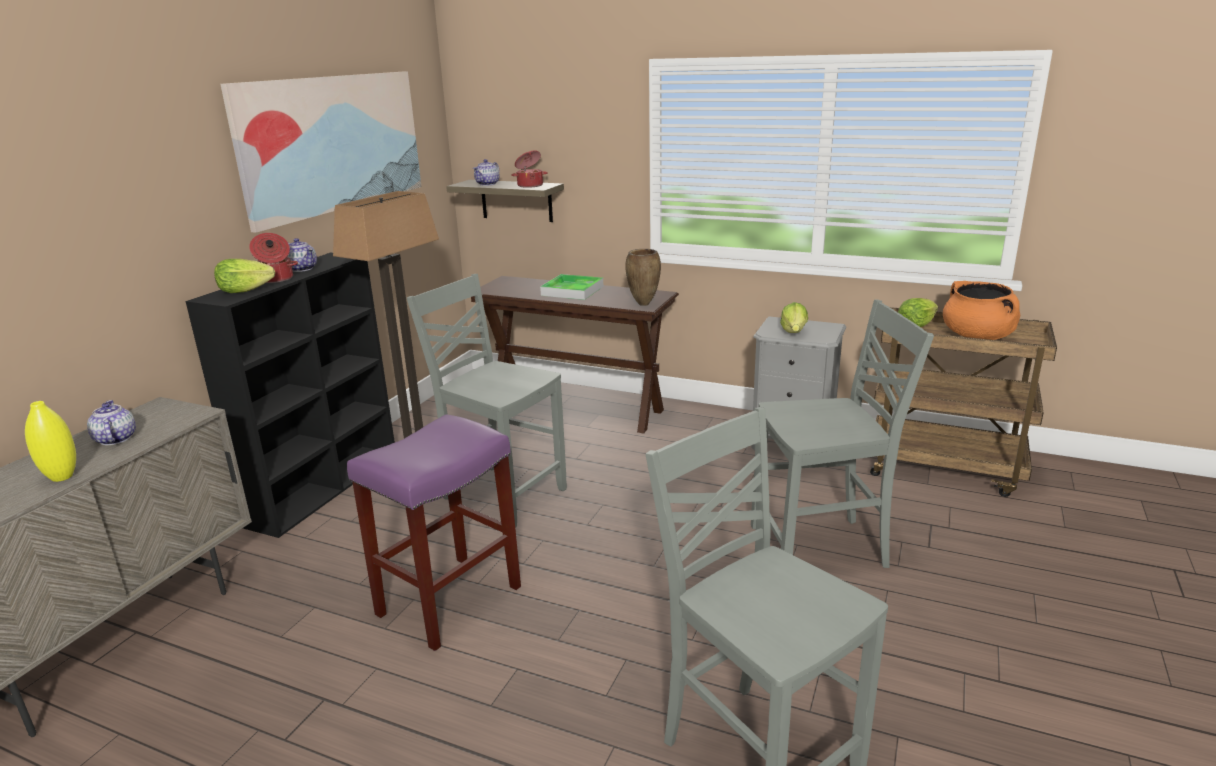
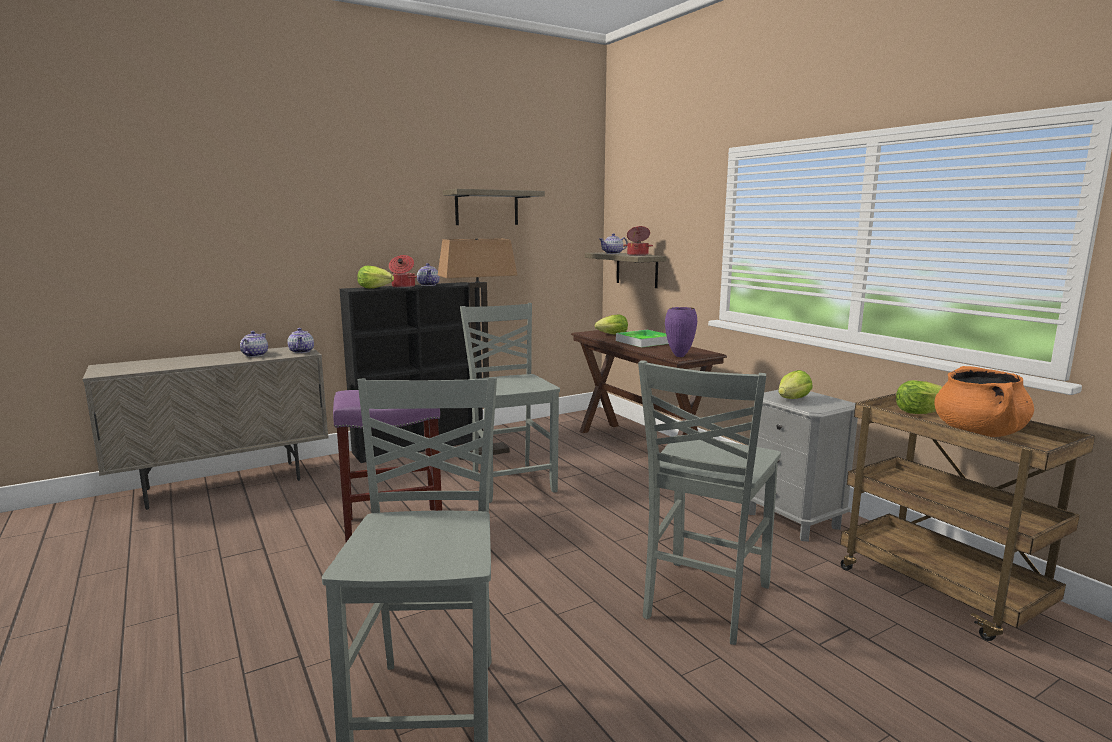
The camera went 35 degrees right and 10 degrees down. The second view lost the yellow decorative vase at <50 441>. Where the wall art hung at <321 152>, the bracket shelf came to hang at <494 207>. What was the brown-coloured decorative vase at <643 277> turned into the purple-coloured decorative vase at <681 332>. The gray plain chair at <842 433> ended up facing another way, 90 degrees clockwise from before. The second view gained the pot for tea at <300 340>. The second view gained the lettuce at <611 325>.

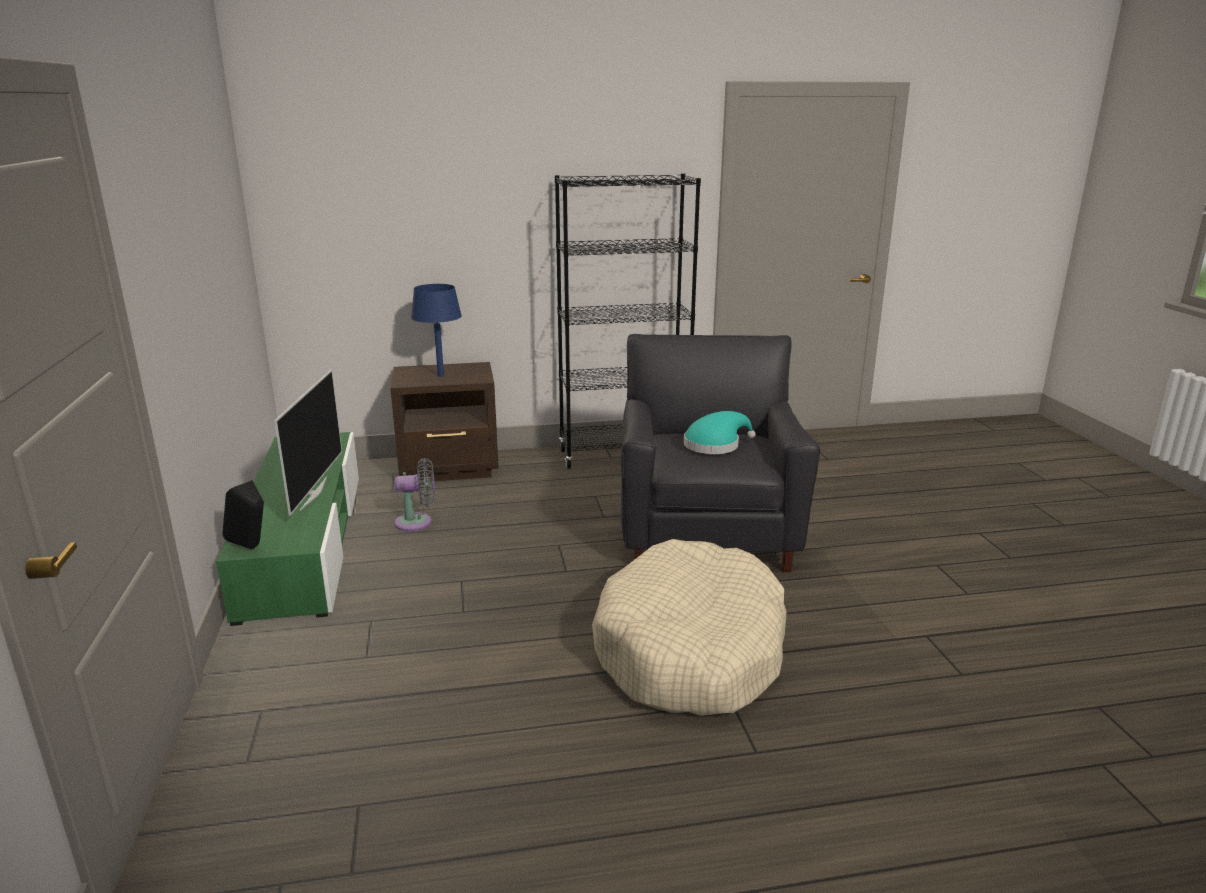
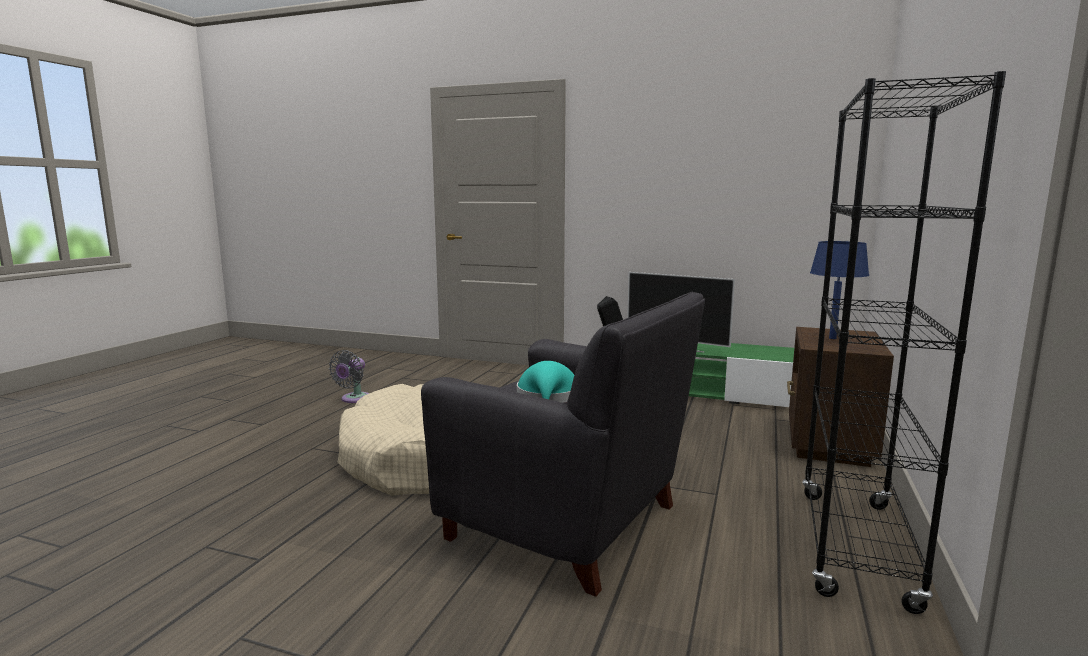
The camera went 120 degrees right and 10 degrees down. The gray electric fan ended up elsewhere, having gone from <414 494> to <349 376>.

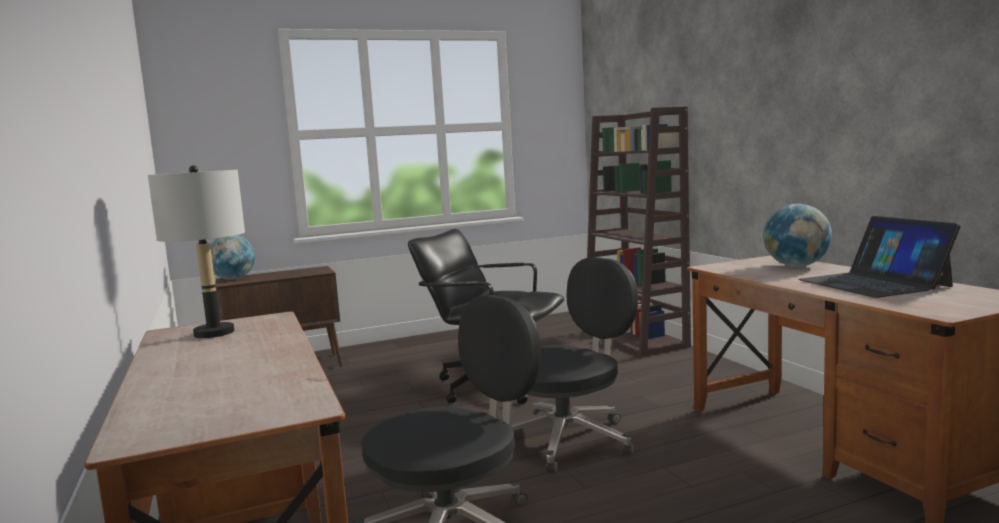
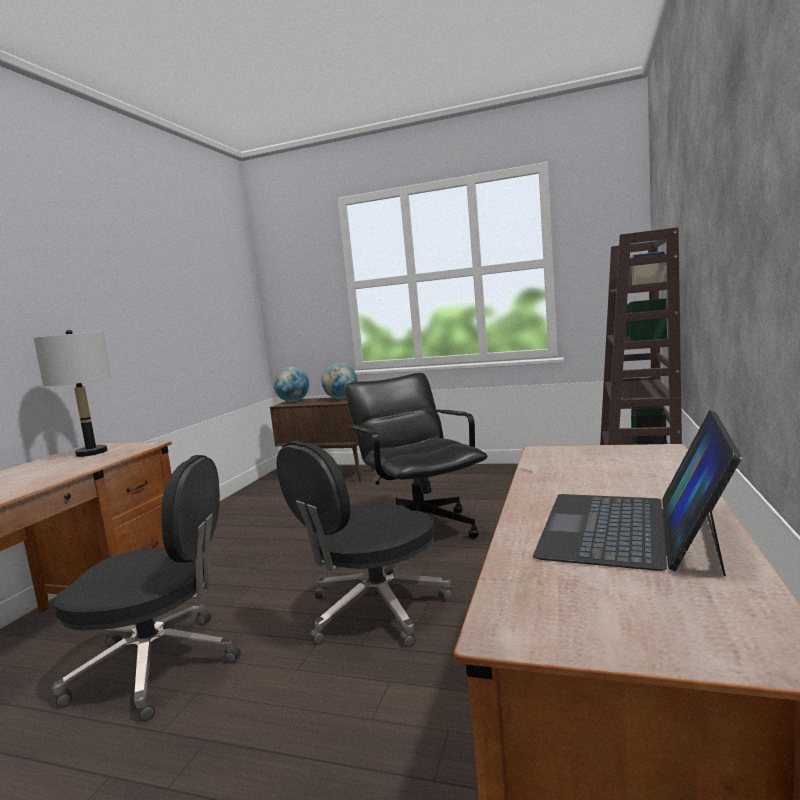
The camera went 40 degrees right and 0 degrees up. The blackish office chair at <575 365> ended up facing another way, 135 degrees clockwise from before. The world globe ended up elsewhere, having gone from <797 235> to <340 381>.

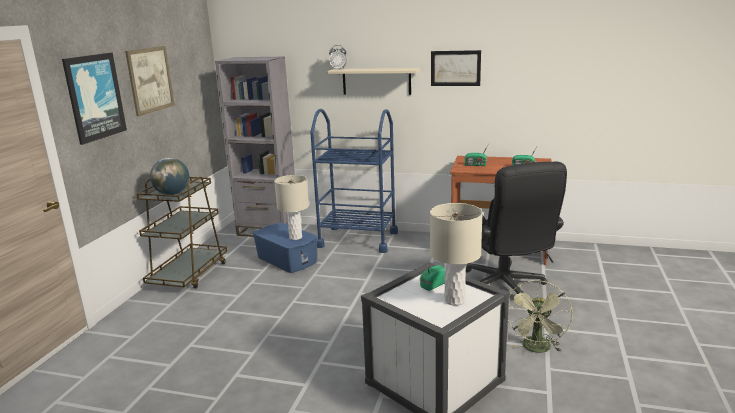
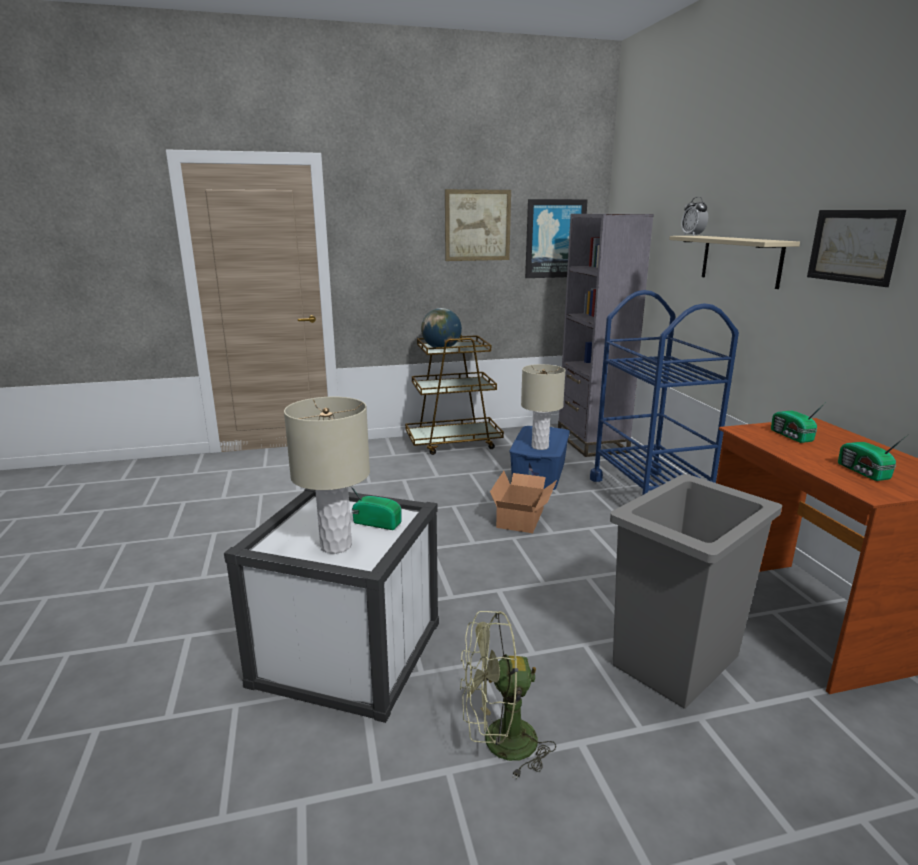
The camera went 60 degrees right and 0 degrees up. The wall art ended up elsewhere, having gone from <94 99> to <556 238>. Where the blackish office chair stood at <516 228>, the gray rubbish bin came to stand at <696 591>. The second view gained the packing box at <523 502>.

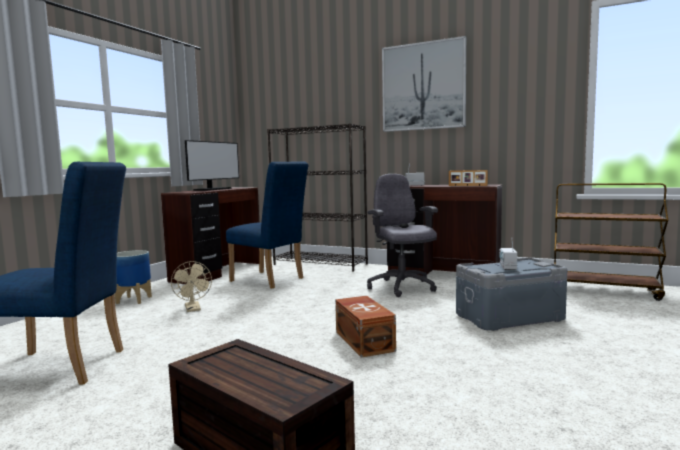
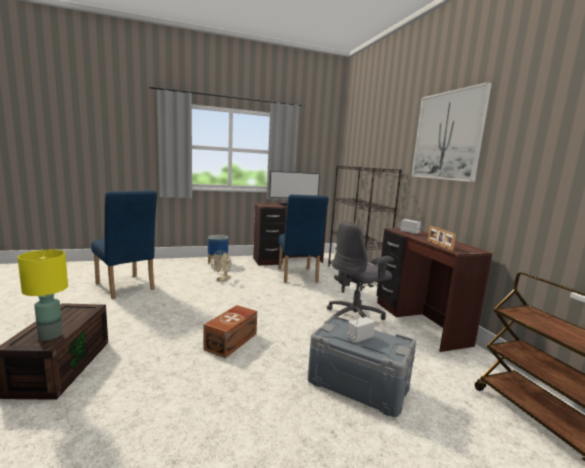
The camera went 45 degrees right and 5 degrees up. The gray office chair at <402 235> ended up facing another way, 150 degrees counterclockwise from before. The second view gained the yellow lamp for a table at <42 295>.

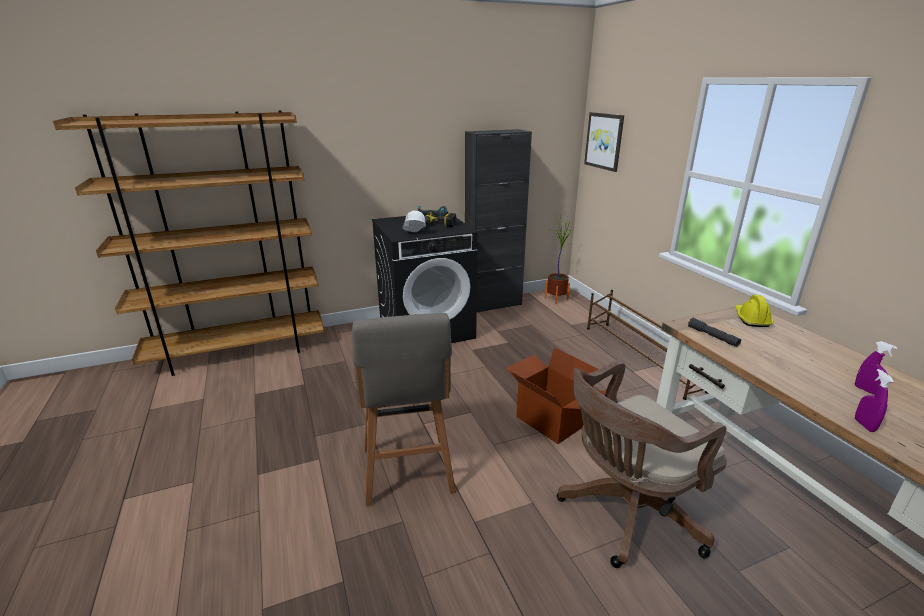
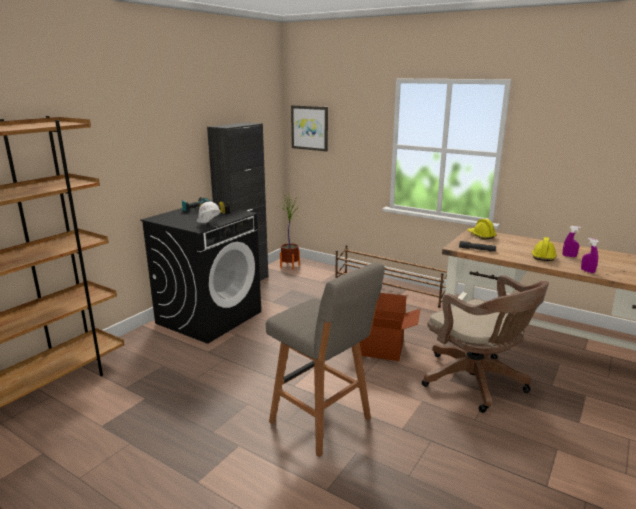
The camera went 35 degrees left and 5 degrees down. The brown-coloured office chair at <642 464> ended up facing another way, 60 degrees counterclockwise from before. The second view gained the yellow hard hat at <544 249>.

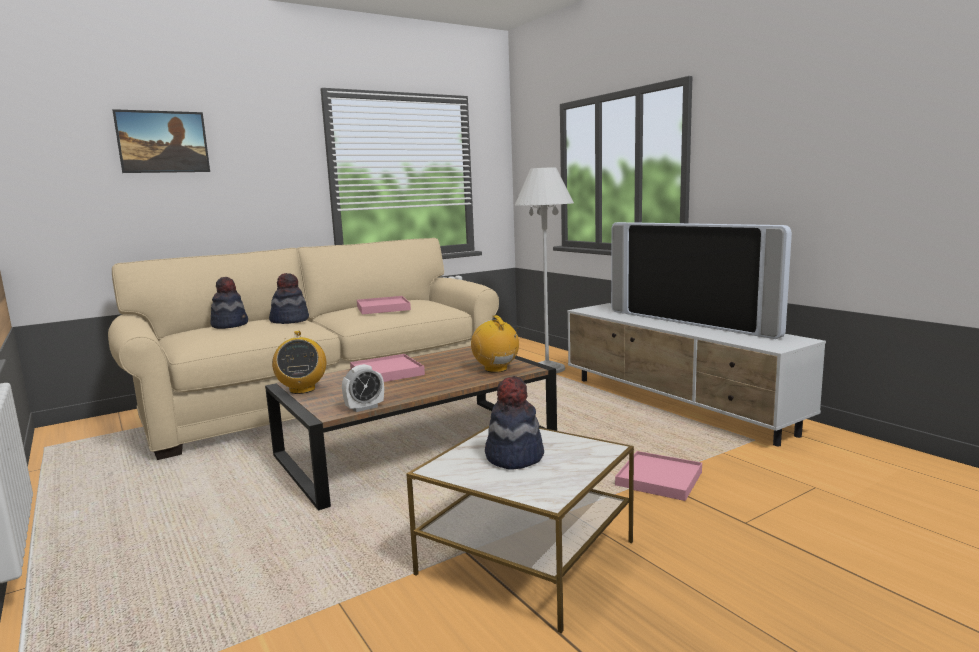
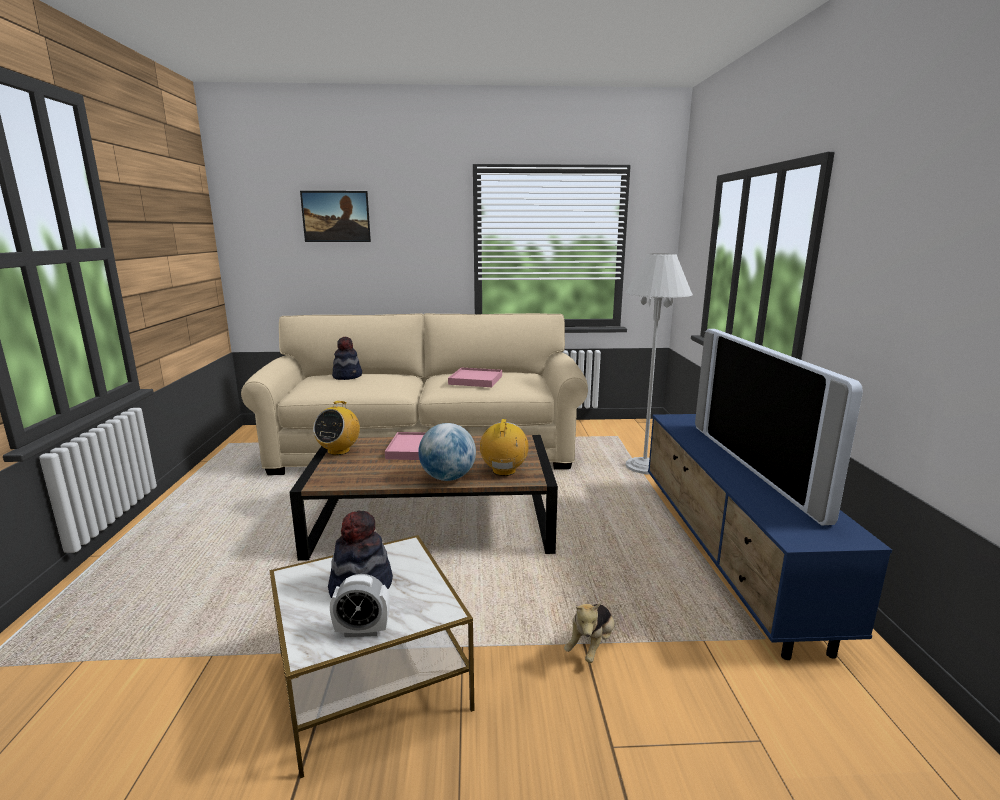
The camera went 30 degrees right and 5 degrees up. The second view lost the wearable hat at <289 298>. The bedside clock ended up elsewhere, having gone from <363 388> to <360 605>. What was the white media console at <696 374> turned into the blue media console at <770 537>. Where the pink tray stood at <658 476>, the soft toy came to stand at <589 633>. The second view gained the world globe at <447 452>.

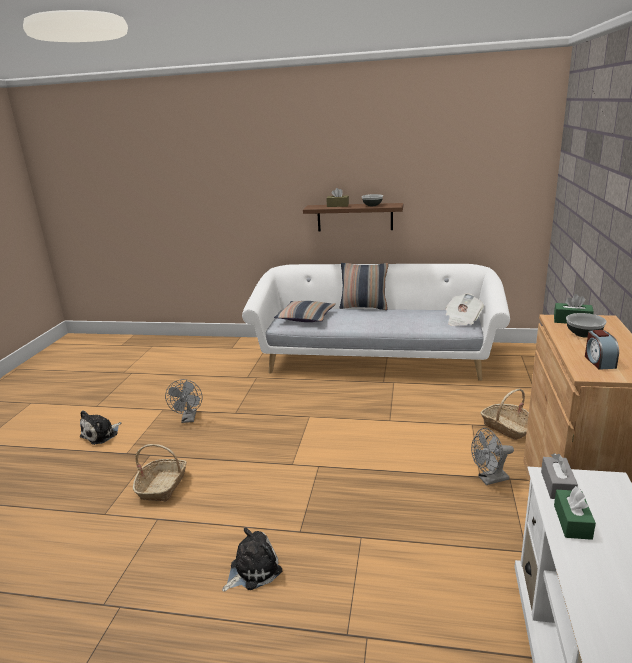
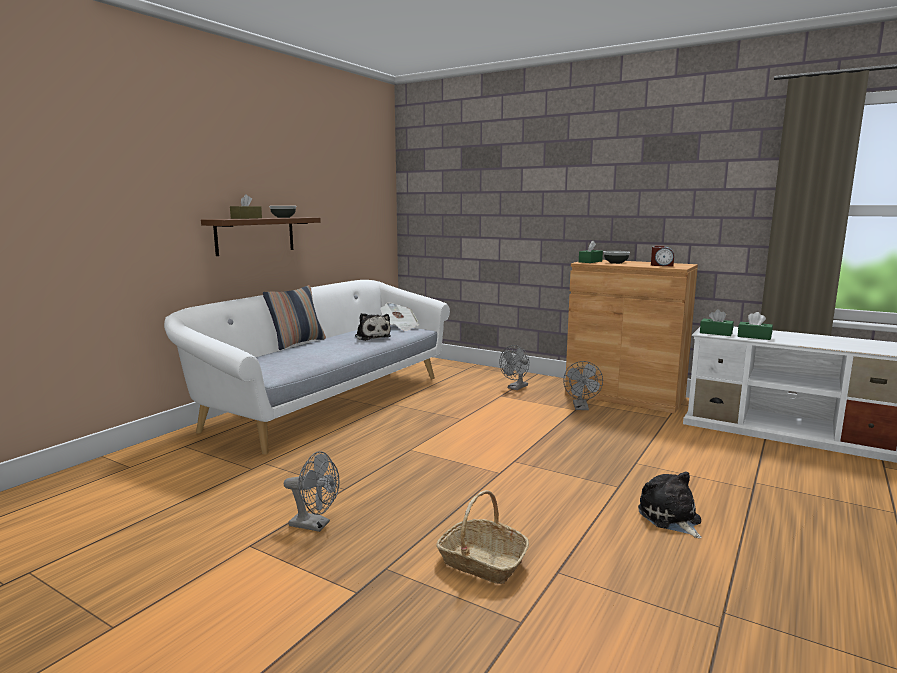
The camera went 70 degrees left and 10 degrees down. The soft toy ended up elsewhere, having gone from <100 427> to <373 327>. The second view lost the pillow at <305 311>. Where the basket stood at <504 414>, the gray electric fan came to stand at <514 367>. What was the gray tissue holder at <559 476> turned into the green tissue holder at <717 322>.

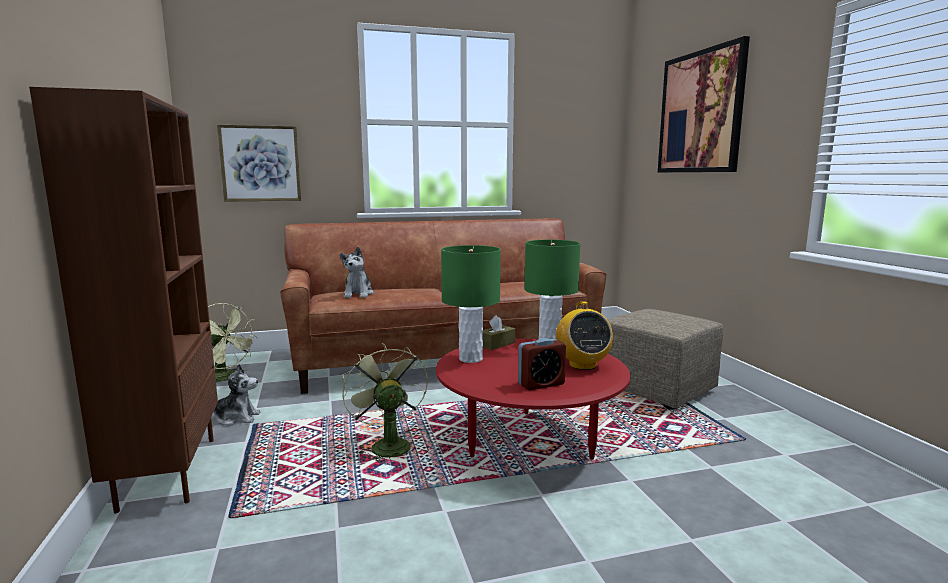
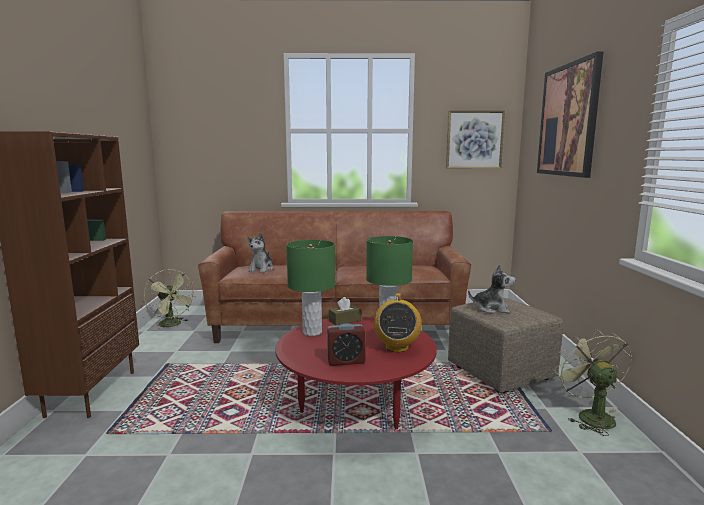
The camera went 15 degrees right and 0 degrees up. The soft toy ended up elsewhere, having gone from <236 395> to <492 289>. The wall art ended up elsewhere, having gone from <259 163> to <475 139>. The green electric fan ended up elsewhere, having gone from <385 404> to <593 382>.

